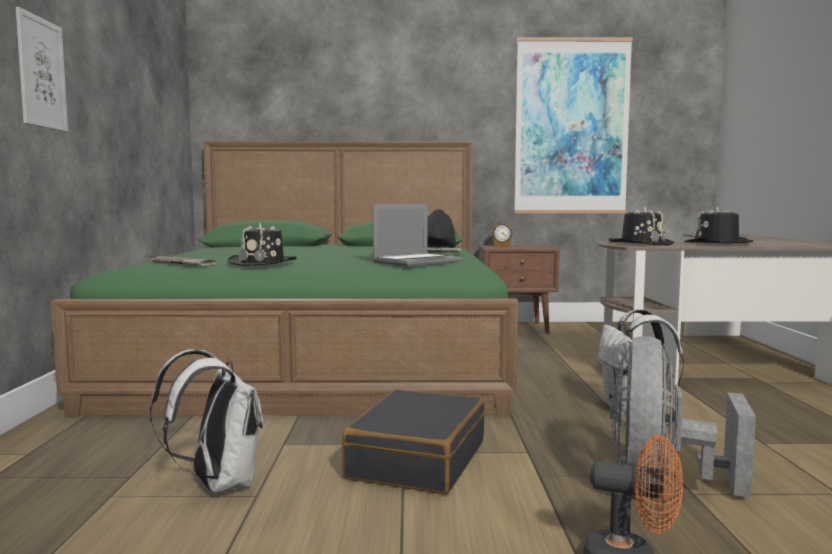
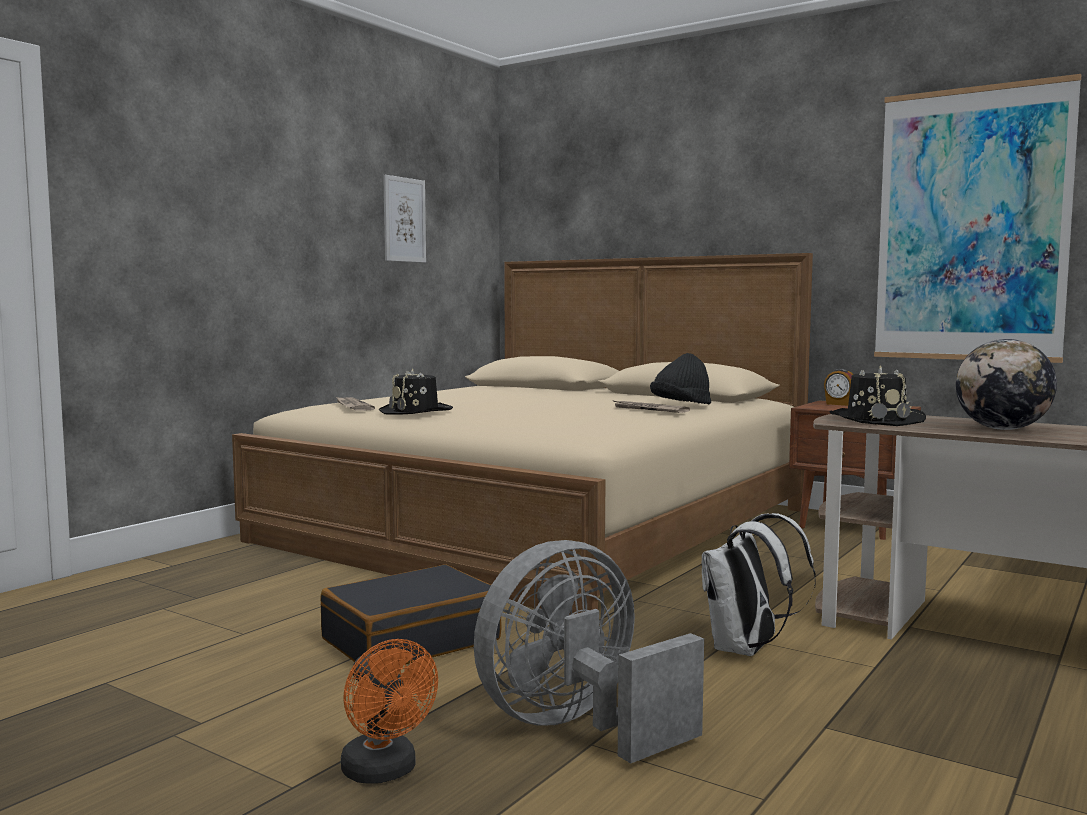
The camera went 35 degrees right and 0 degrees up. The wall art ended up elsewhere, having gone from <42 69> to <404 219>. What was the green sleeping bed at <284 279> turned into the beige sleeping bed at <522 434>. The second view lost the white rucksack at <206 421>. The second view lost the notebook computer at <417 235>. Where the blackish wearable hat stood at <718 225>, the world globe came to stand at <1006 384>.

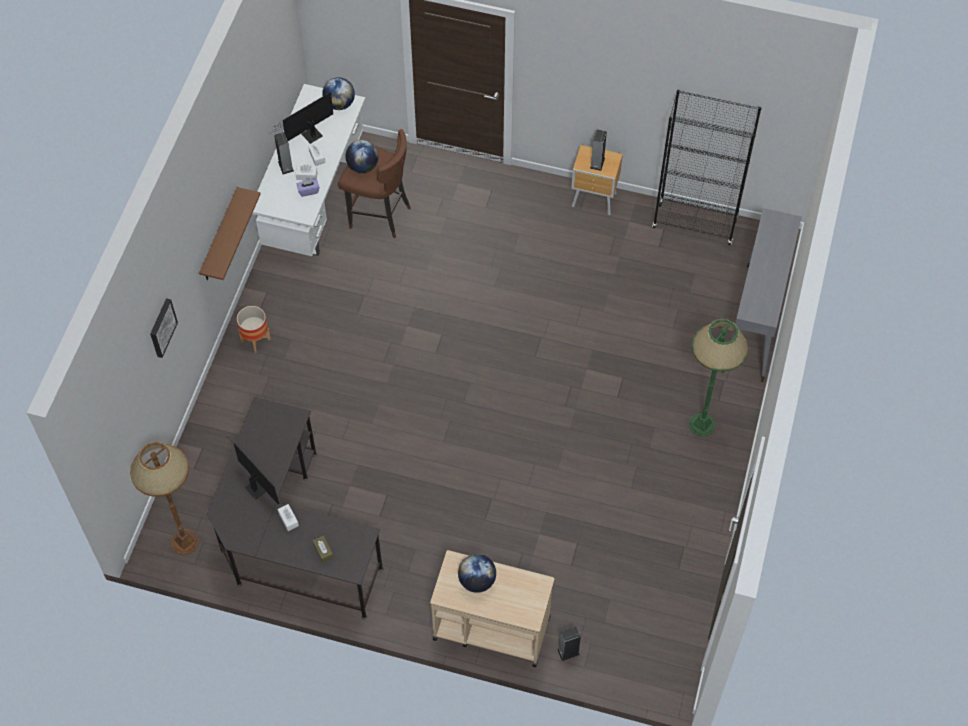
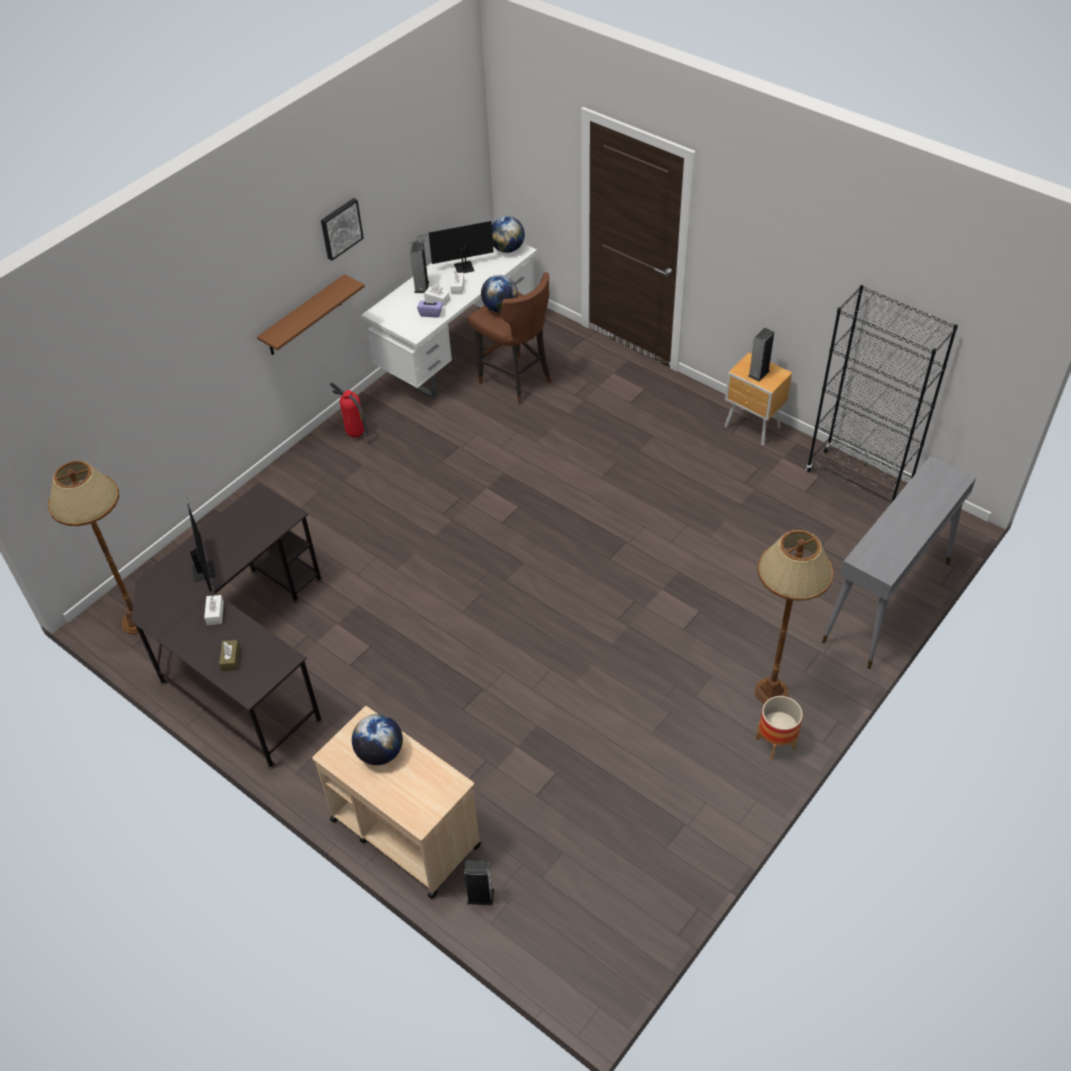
The camera went 25 degrees right and 10 degrees down. The wall art ended up elsewhere, having gone from <164 328> to <342 229>. The flower pot ended up elsewhere, having gone from <254 329> to <779 728>. What was the green standing lamp at <718 378> turned into the brown-coloured standing lamp at <794 617>. The second view gained the fire extinguisher at <349 410>.

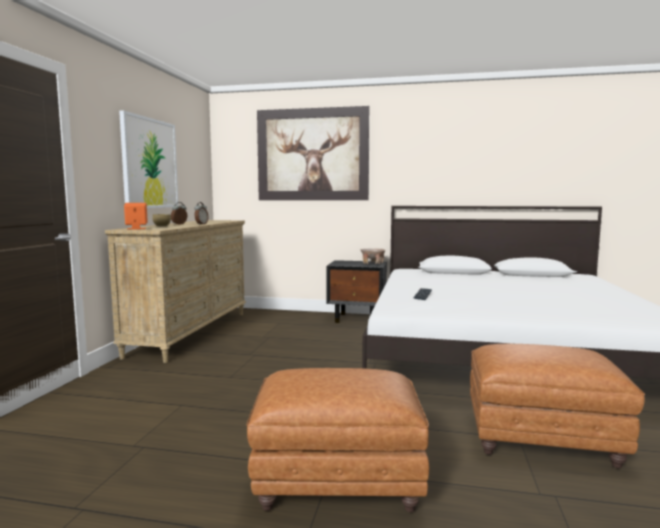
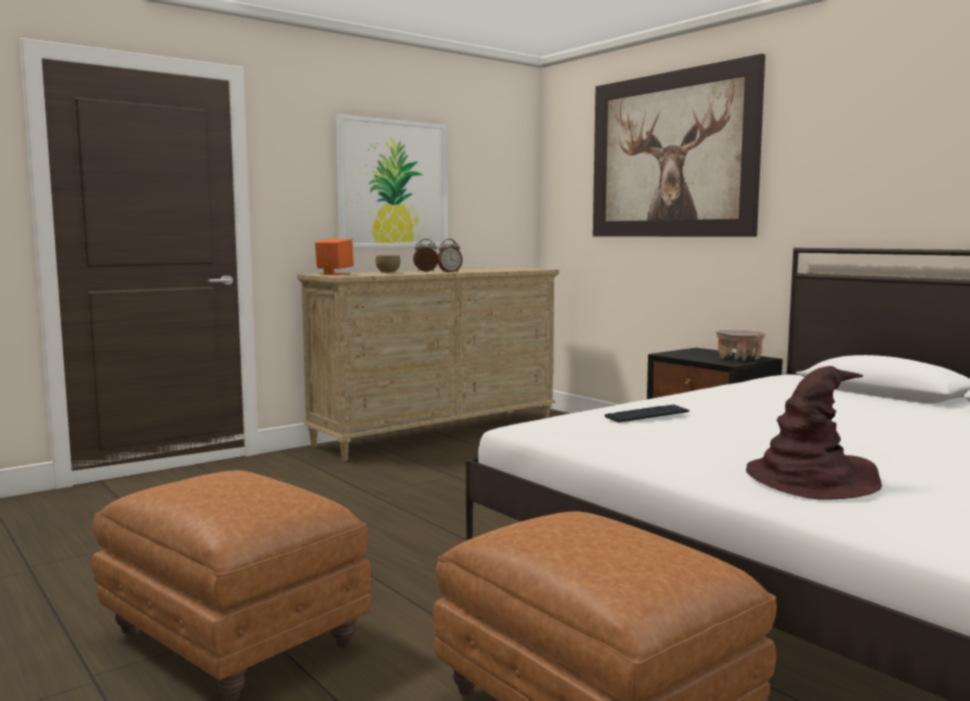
The camera went 40 degrees right and 0 degrees up. The second view gained the brown-coloured wearable hat at <814 432>.

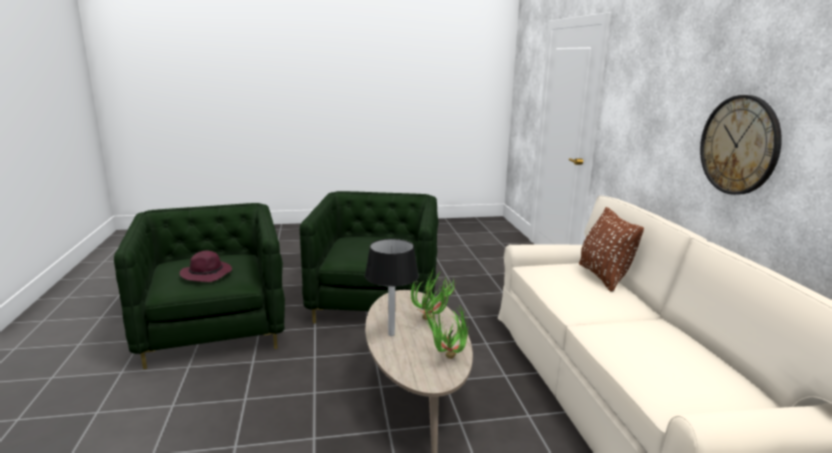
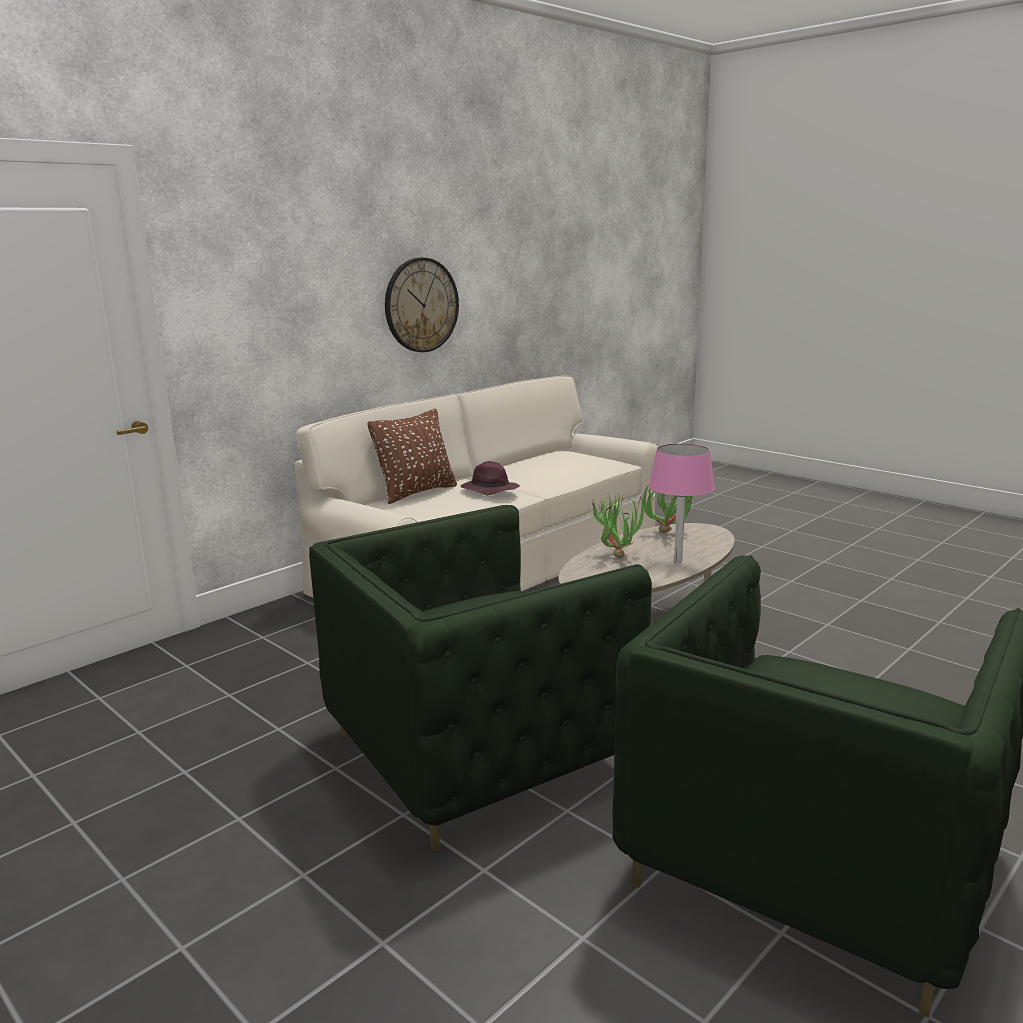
The camera went 125 degrees left and 0 degrees up. The purple-coloured wearable hat ended up elsewhere, having gone from <205 266> to <490 478>. What was the blackish lamp for a table at <392 287> turned into the pink lamp for a table at <682 503>.

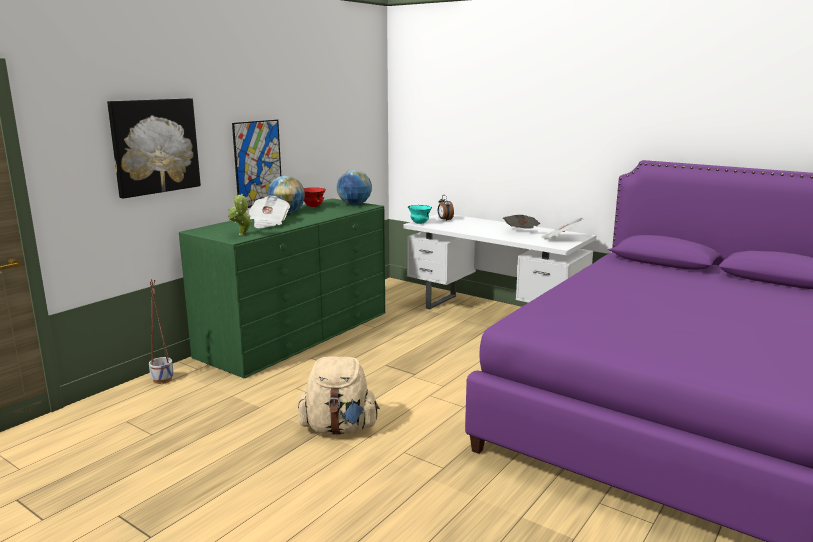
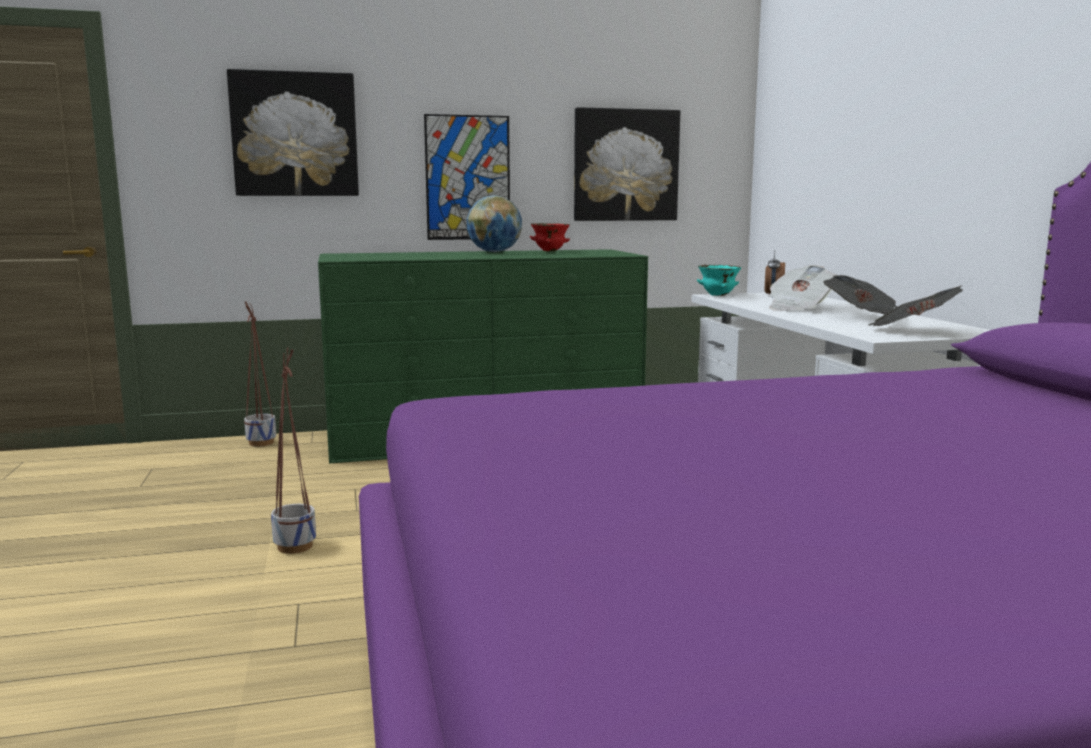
The camera went 40 degrees right and 5 degrees down. The second view lost the potted plant at <240 214>. The daily paper ended up elsewhere, having gone from <269 212> to <802 288>. Where the beige rucksack stood at <339 395>, the flower pot came to stand at <293 450>. The second view lost the world globe at <354 187>. The second view gained the wall art at <627 164>.

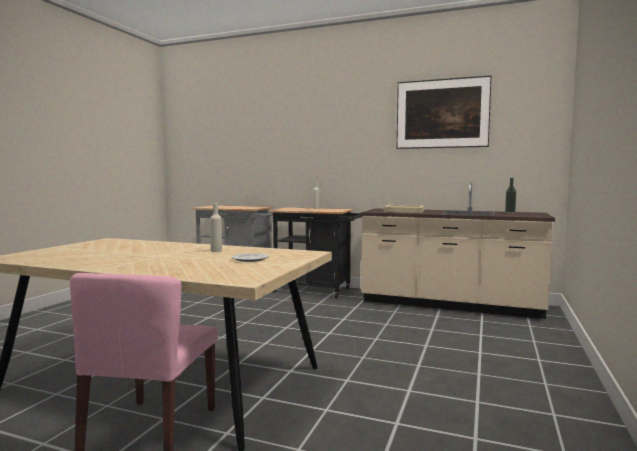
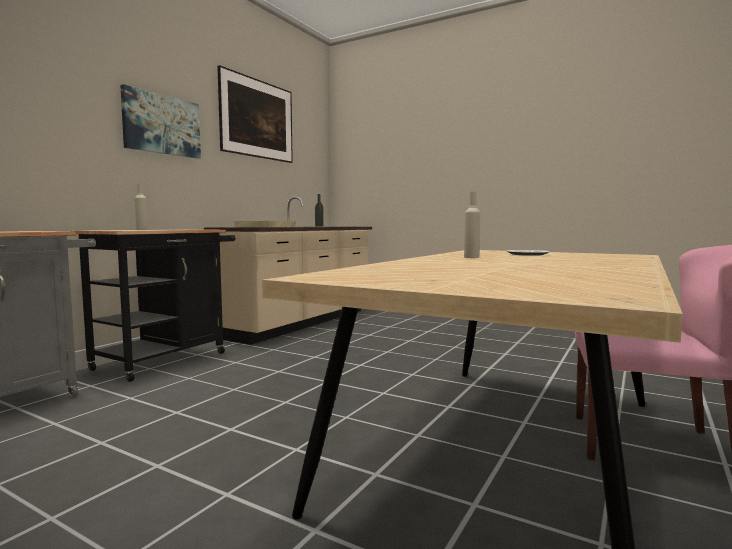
The camera went 80 degrees left and 0 degrees up. The second view gained the wall art at <160 121>.

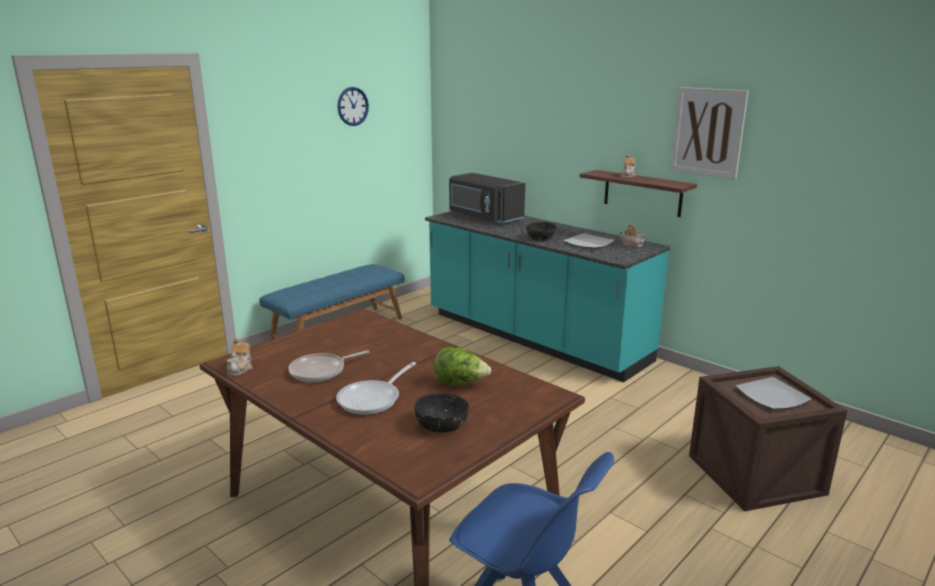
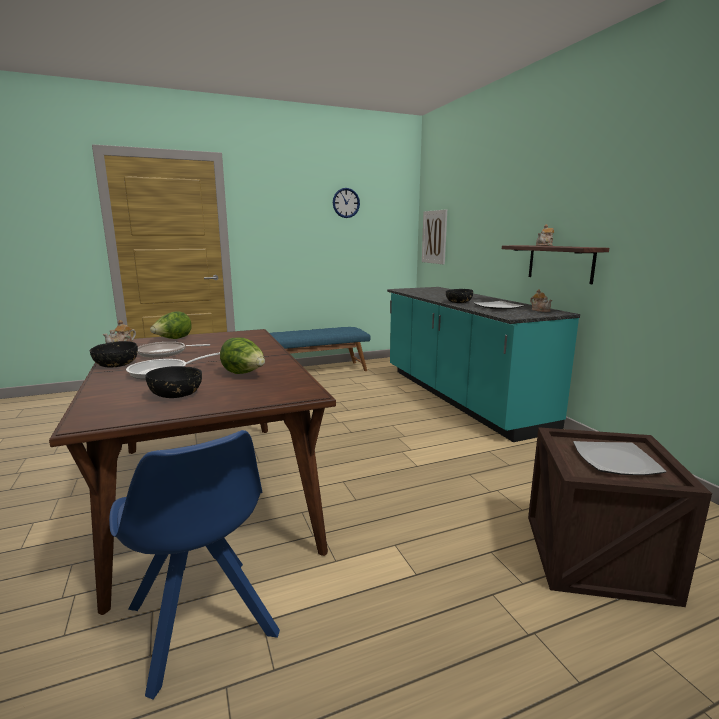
The camera went 25 degrees right and 5 degrees down. The second view lost the blackish microwave at <487 198>. The wall art ended up elsewhere, having gone from <709 133> to <434 236>. The second view gained the blackish deep dish at <114 354>. The second view gained the lettuce at <171 325>.

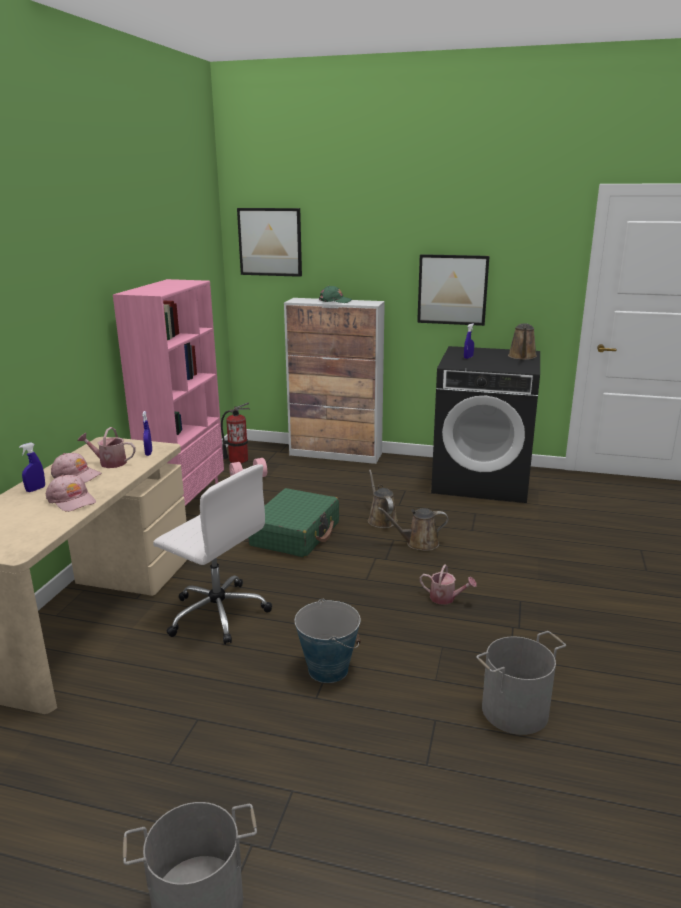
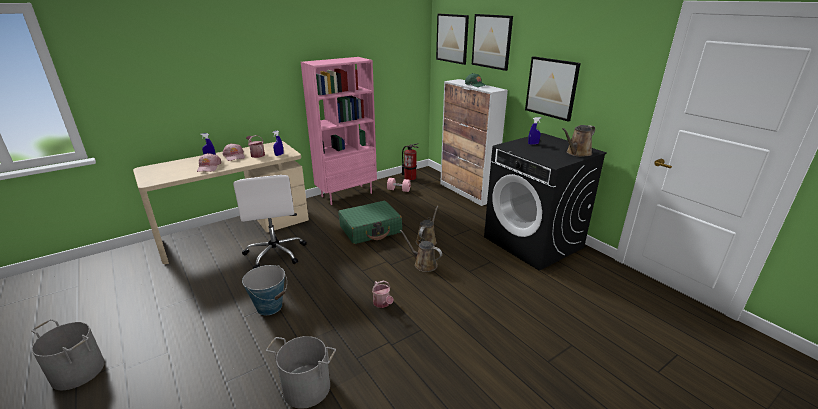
The camera went 40 degrees right and 5 degrees up. The second view gained the wall art at <492 42>.

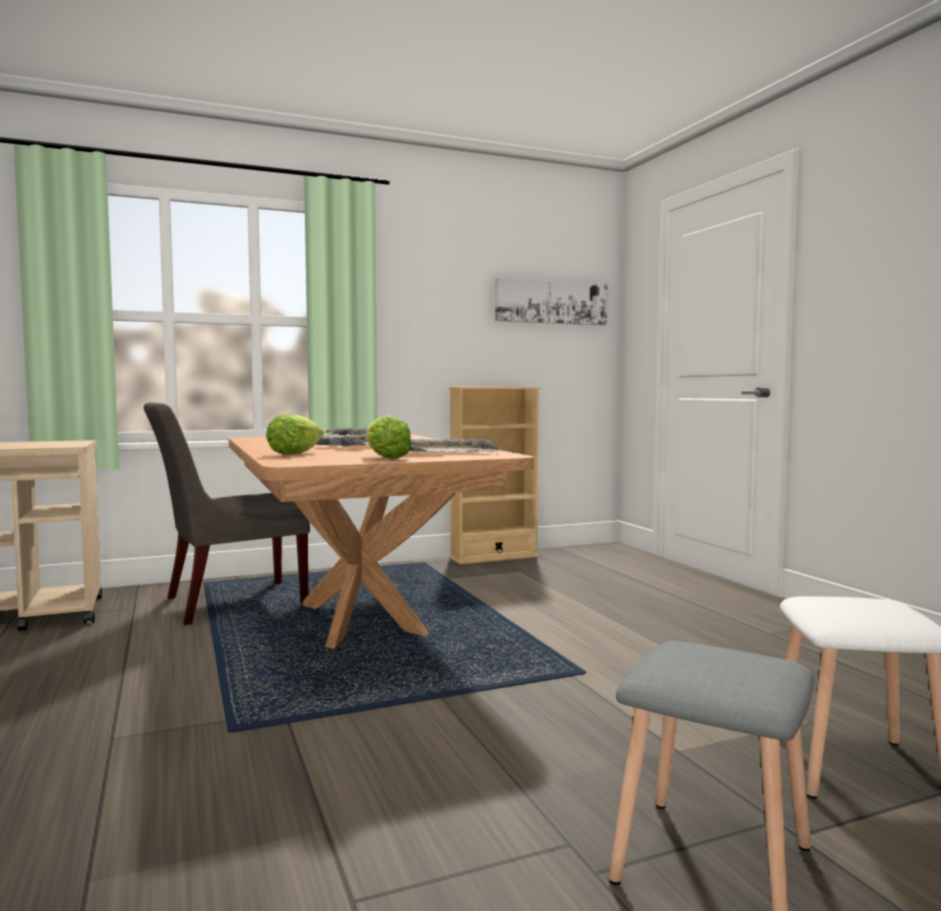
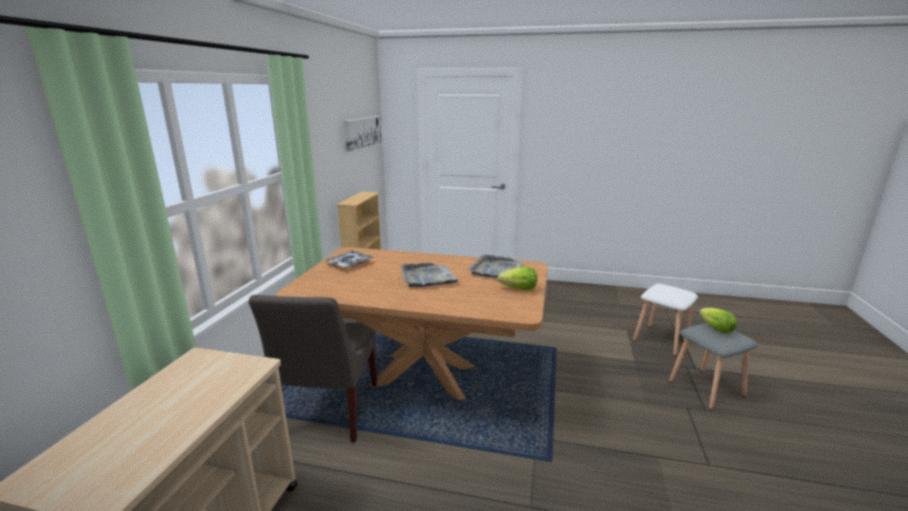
The camera went 55 degrees left and 15 degrees up. The lettuce ended up elsewhere, having gone from <295 434> to <718 321>.

